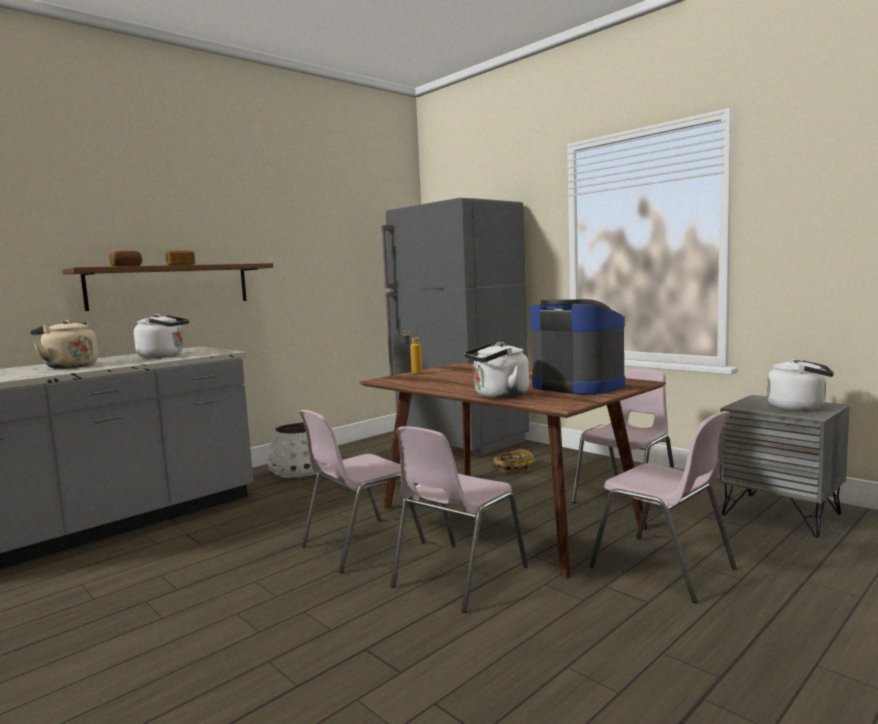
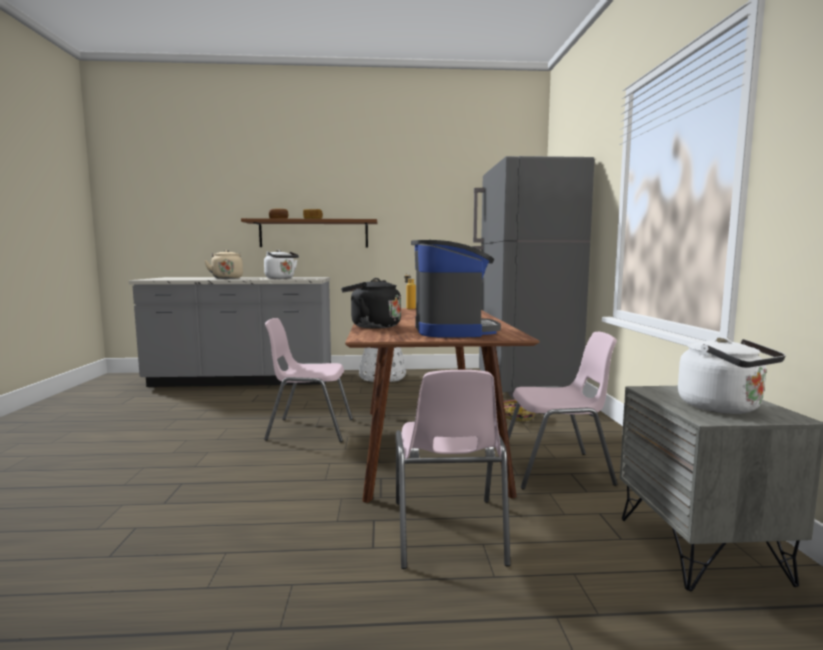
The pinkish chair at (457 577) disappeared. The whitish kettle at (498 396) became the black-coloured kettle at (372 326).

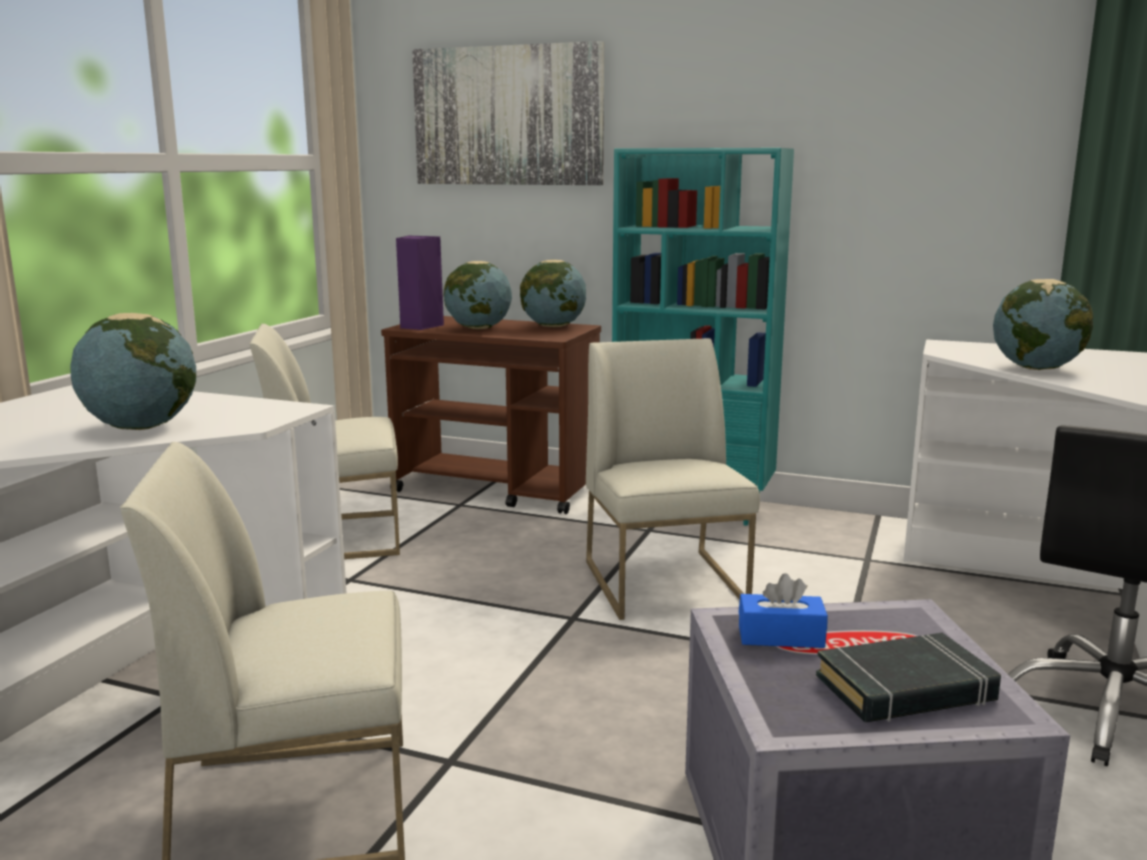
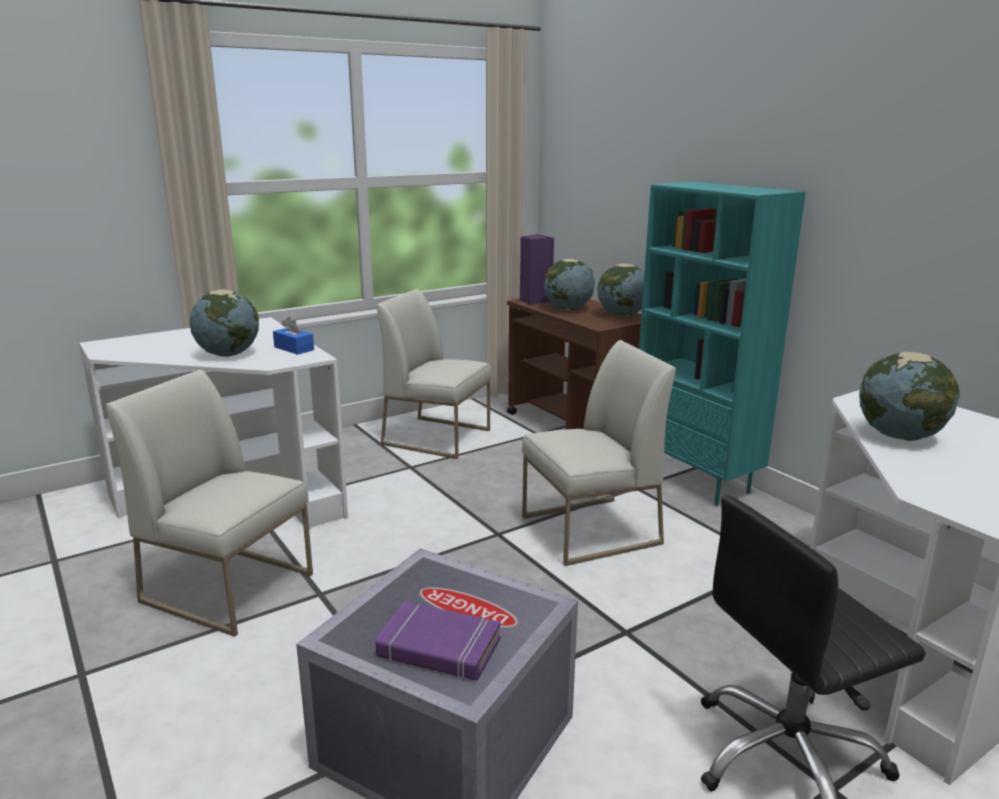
The wall picture at (508 116) disappeared. The bluish tissue box moved from (781 636) to (294 348). The black-coloured book at (906 689) became the purplish book at (438 648). The whitish chair at (666 584) turned 45 degrees clockwise.

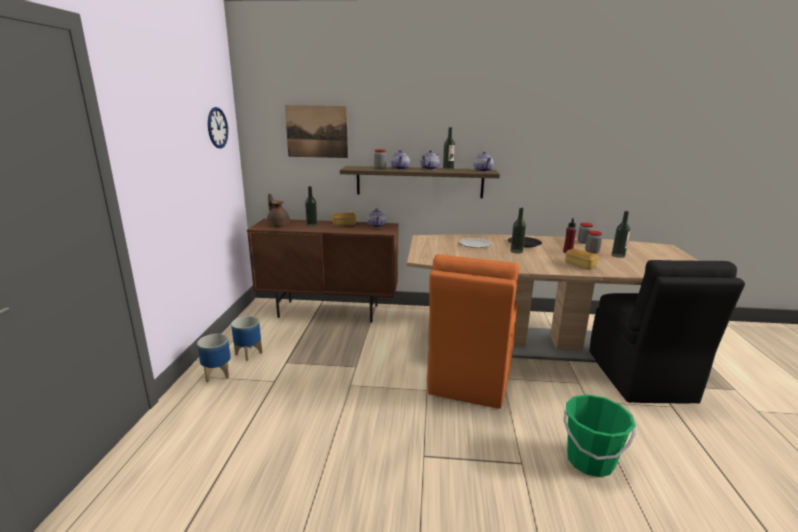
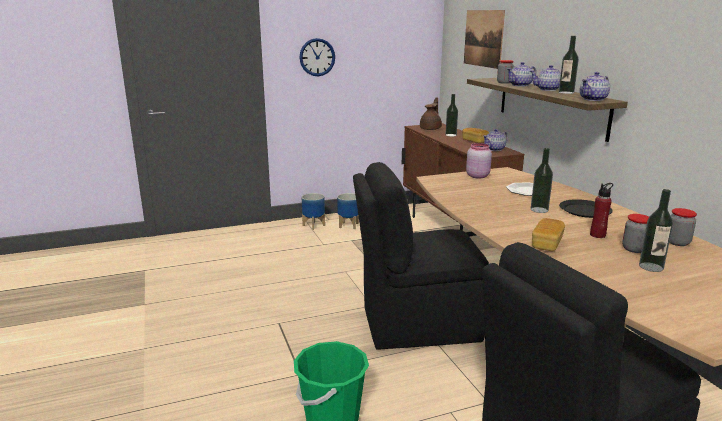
The pinkish jar at (477 176) appeared. The clock on the wall moved from (217 128) to (317 57). The orange chair at (470 377) became the black-coloured chair at (417 324).

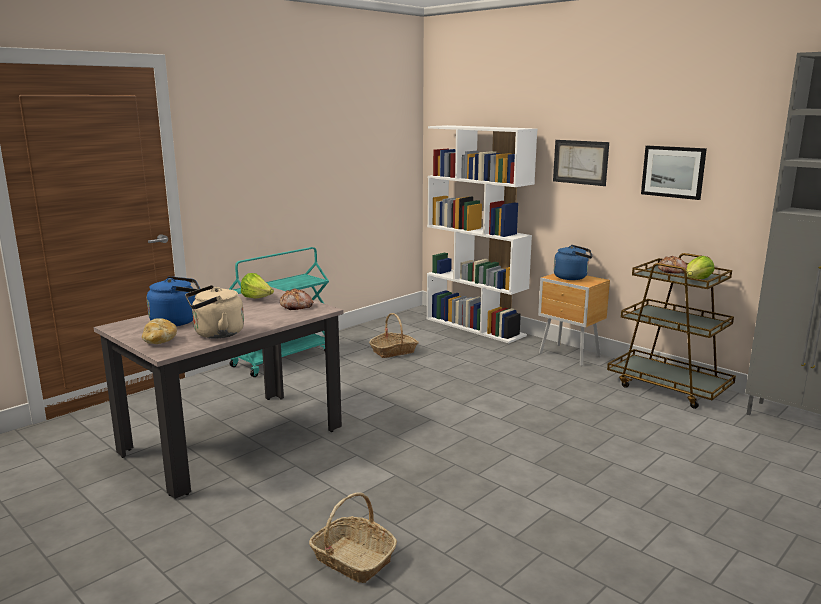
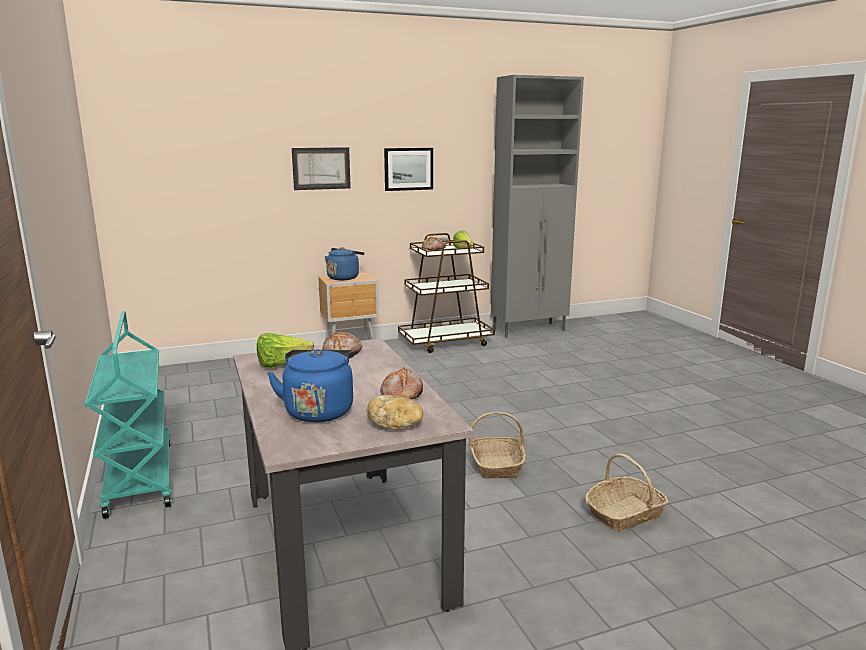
The whitish bookcase at (475 327) disappeared. The storage basket moved from (393 351) to (497 465). The sand-coloured kettle at (216 334) was replaced by the bread at (401 395).

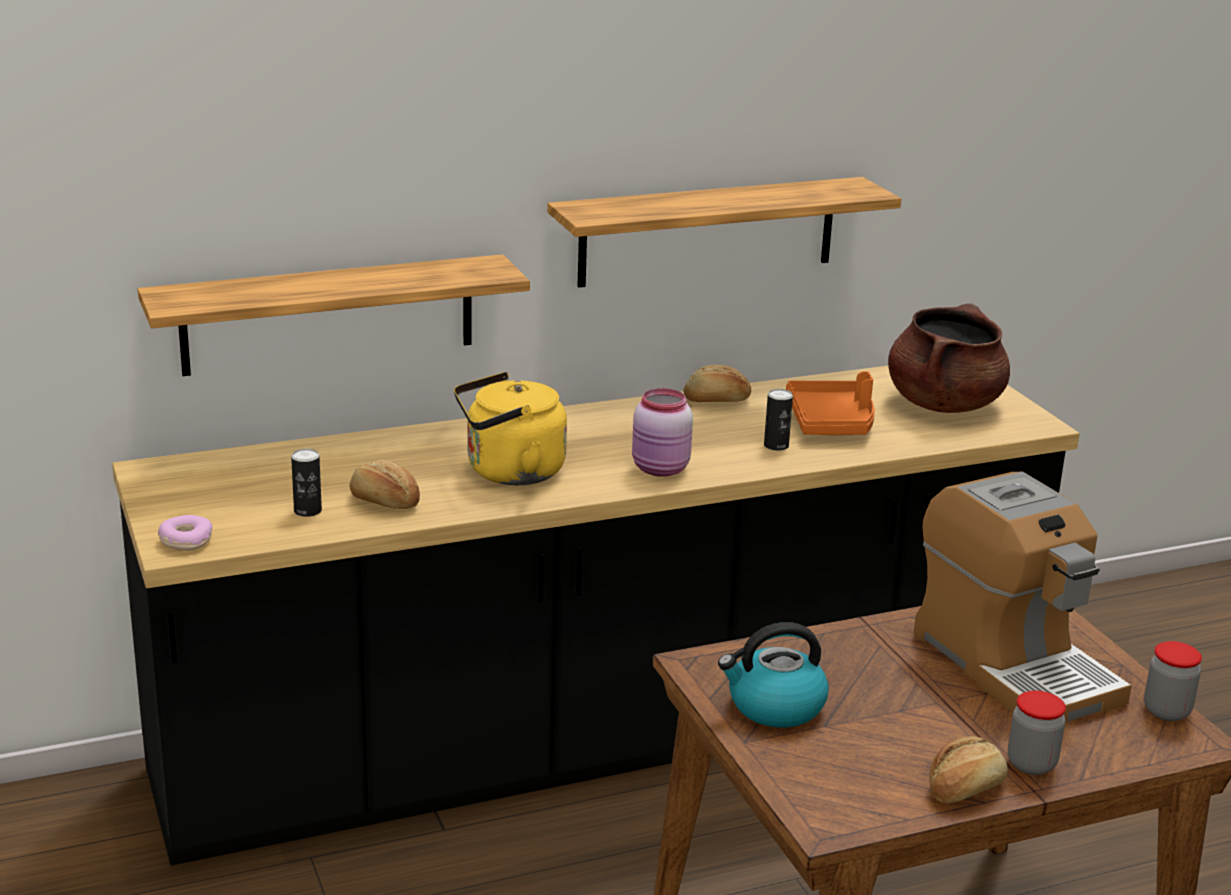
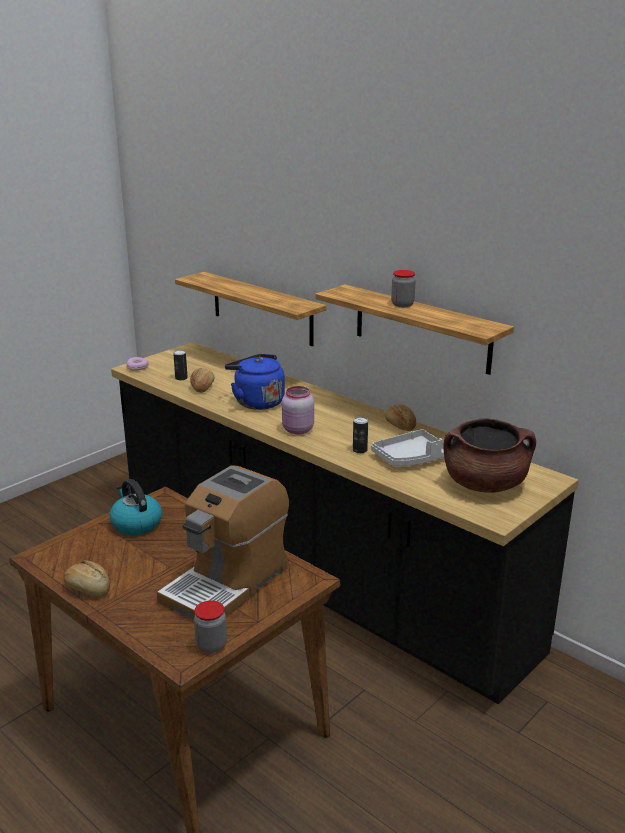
The jar moved from (1031 764) to (402 304). The yellow-coloured kettle at (509 472) became the bluish kettle at (257 402). The orange serving tray at (831 422) became the gray serving tray at (411 458).

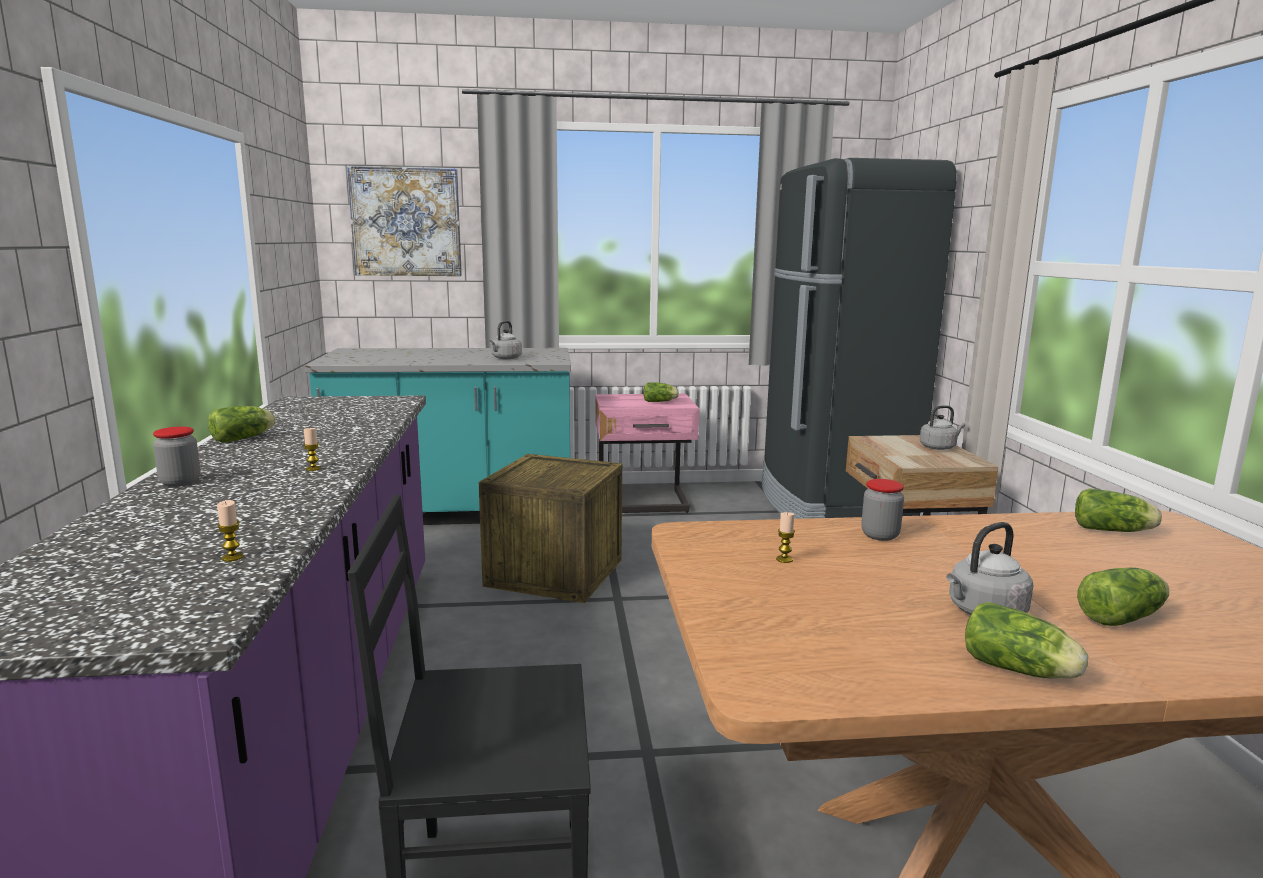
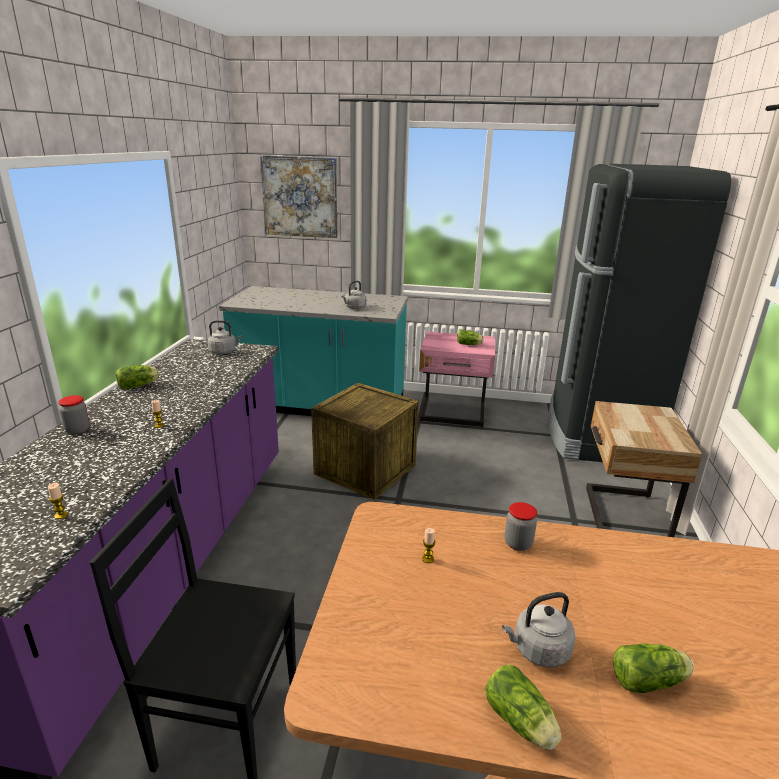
The head of lettuce at (1114 531) disappeared. The gray kettle moved from (939 447) to (224 351).

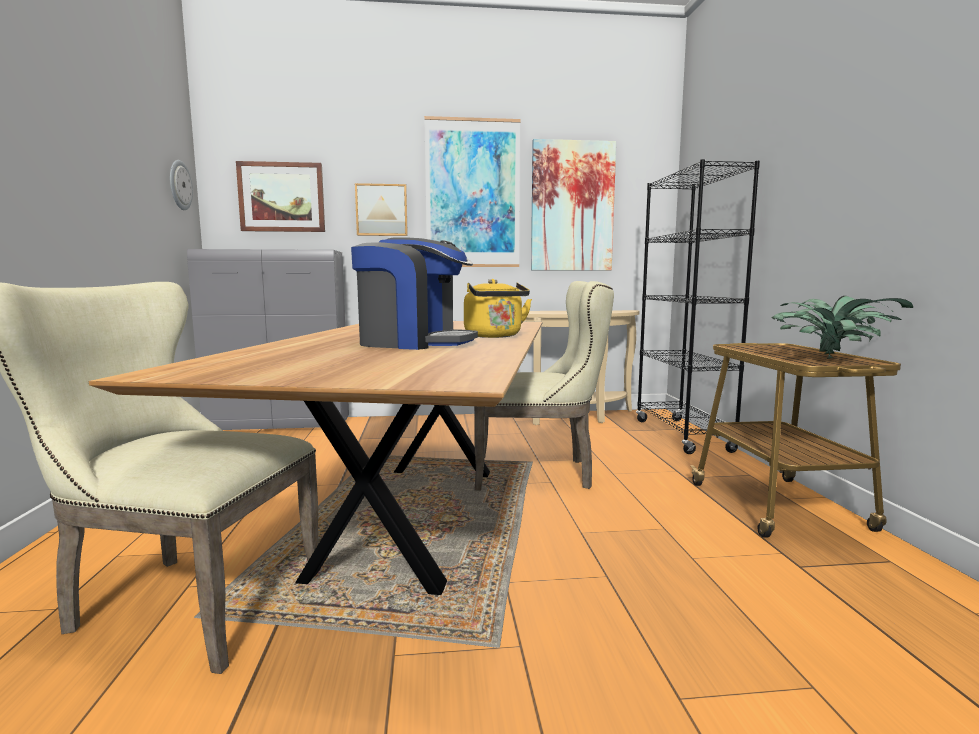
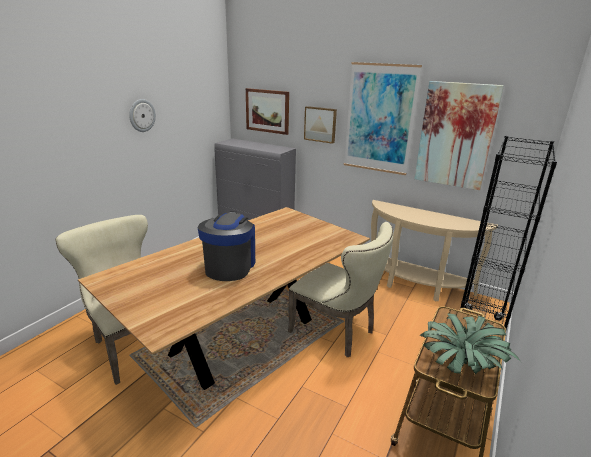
The yellow-coloured kettle at (495 336) disappeared. The clock on the wall moved from (179 185) to (142 115). The coffee machine at (414 343) turned 135 degrees counterclockwise.

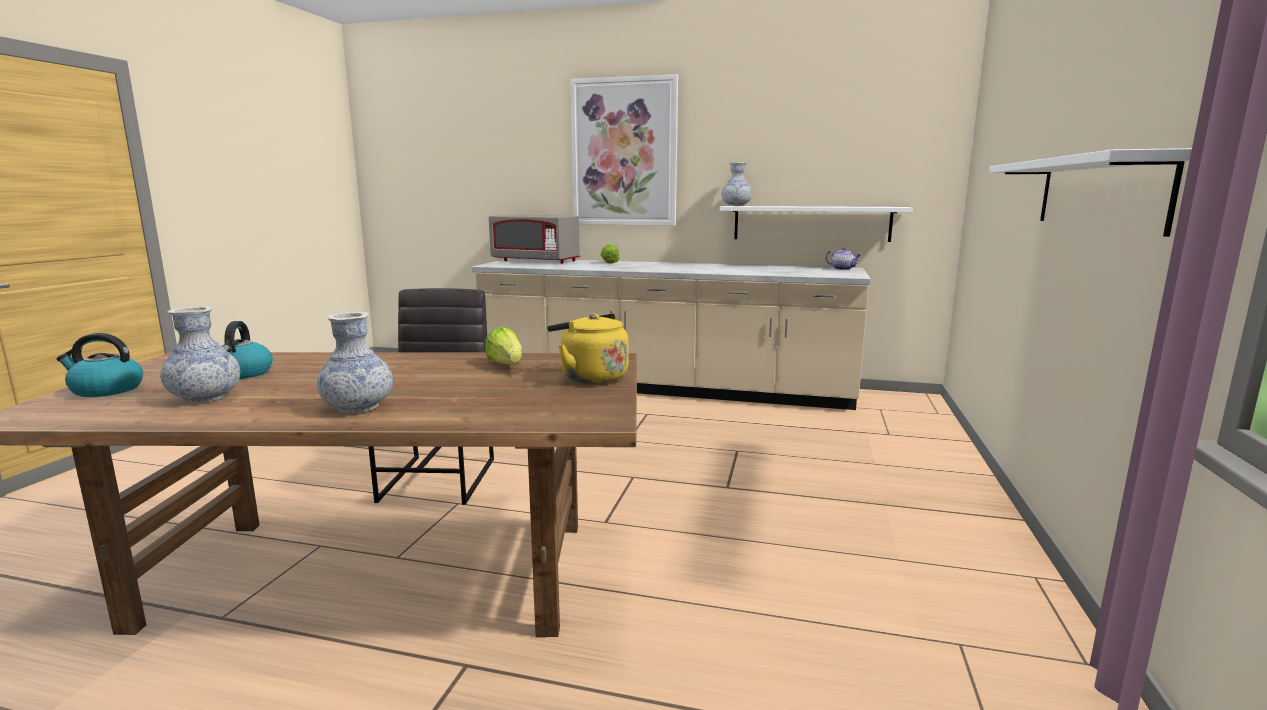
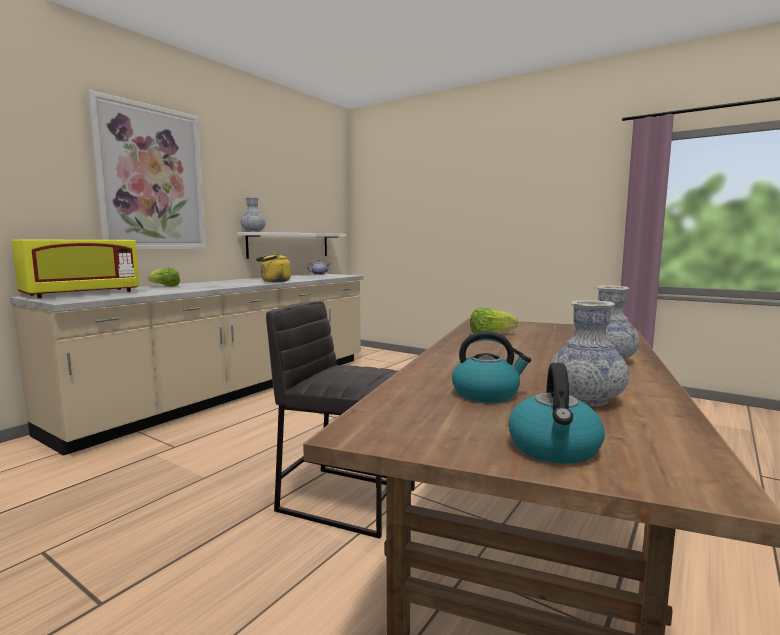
The whitish bracket shelf at (1097 193) disappeared. The yellow-coloured kettle moved from (590 377) to (274 281). The gray microwave at (536 261) became the yellow-coloured microwave at (81 293).

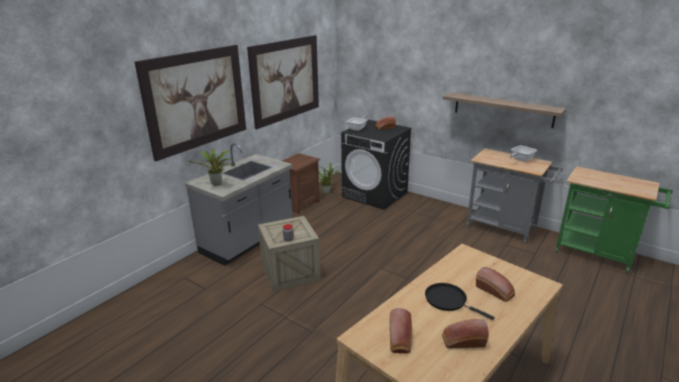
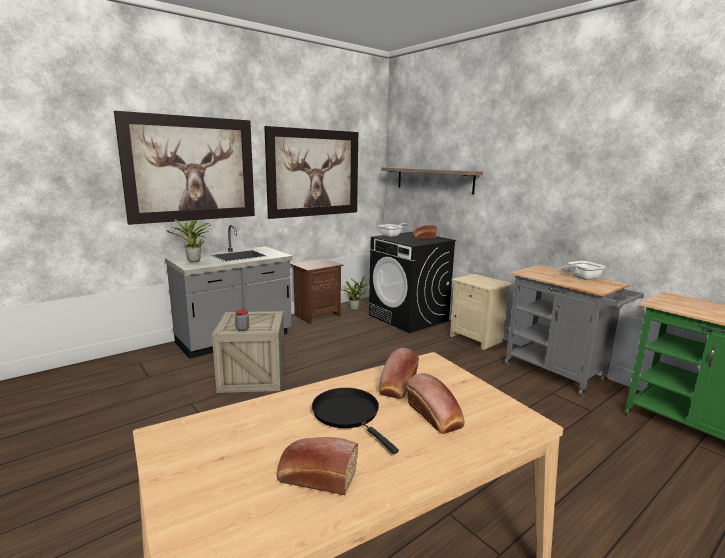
The sand-coloured night table at (477 339) appeared. The bread moved from (400 339) to (397 386). The bracket shelf moved from (503 109) to (433 179).

